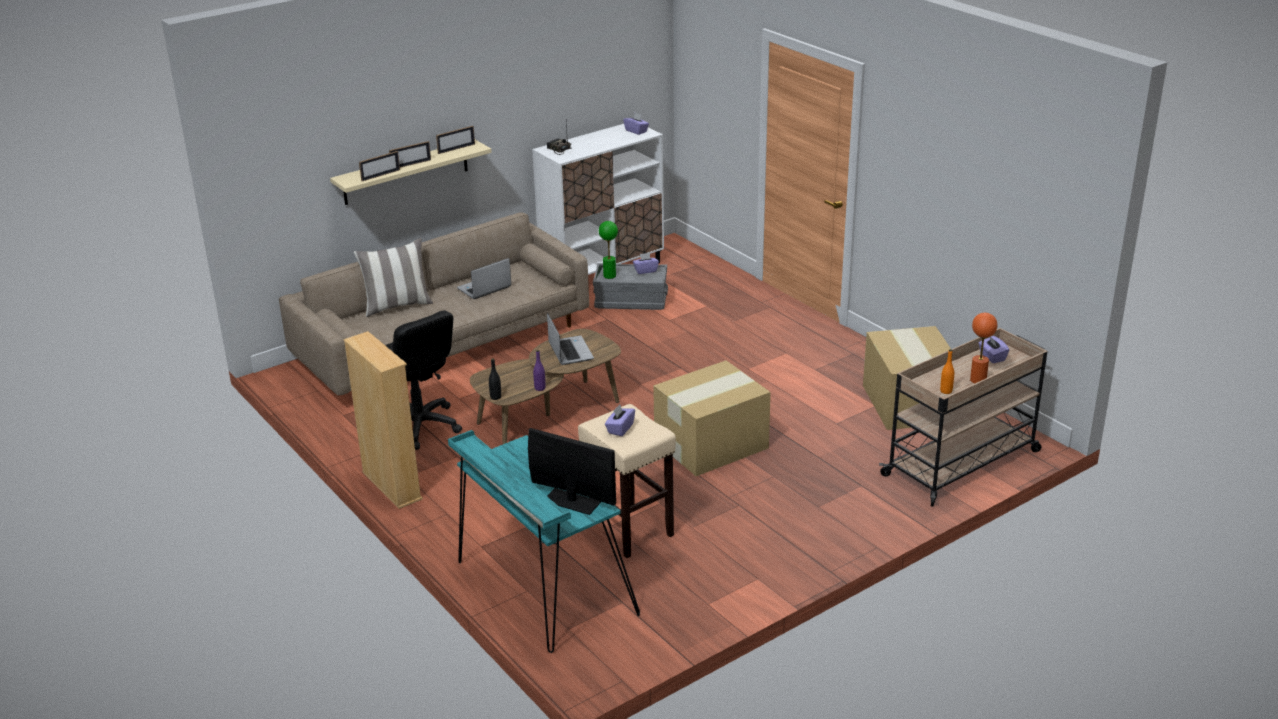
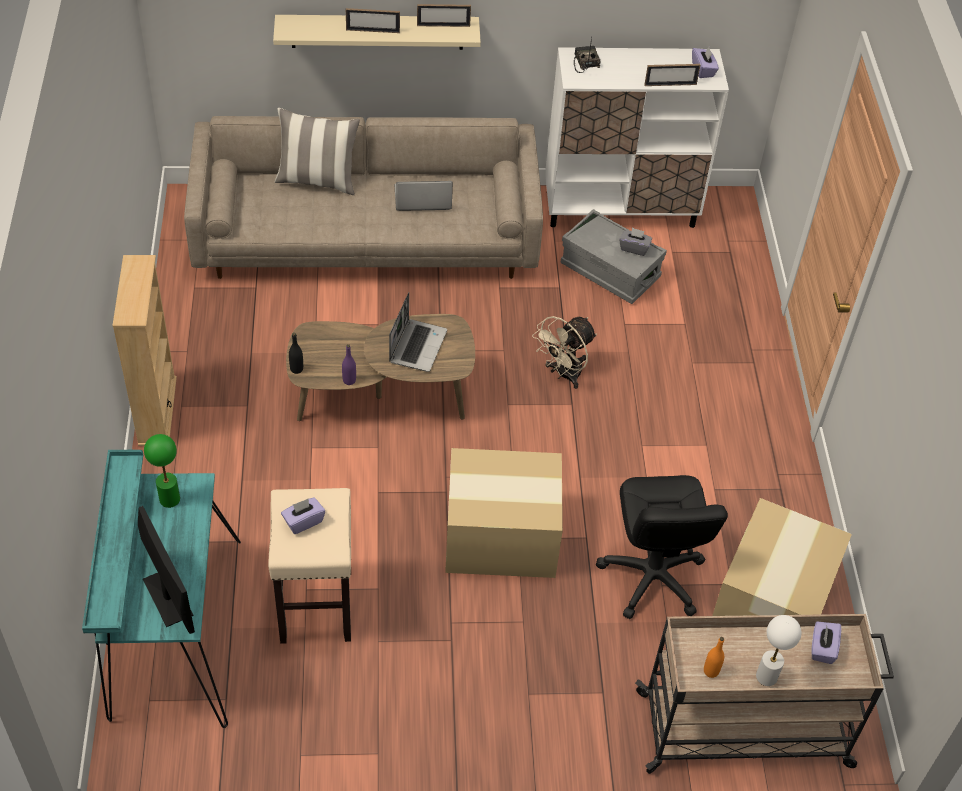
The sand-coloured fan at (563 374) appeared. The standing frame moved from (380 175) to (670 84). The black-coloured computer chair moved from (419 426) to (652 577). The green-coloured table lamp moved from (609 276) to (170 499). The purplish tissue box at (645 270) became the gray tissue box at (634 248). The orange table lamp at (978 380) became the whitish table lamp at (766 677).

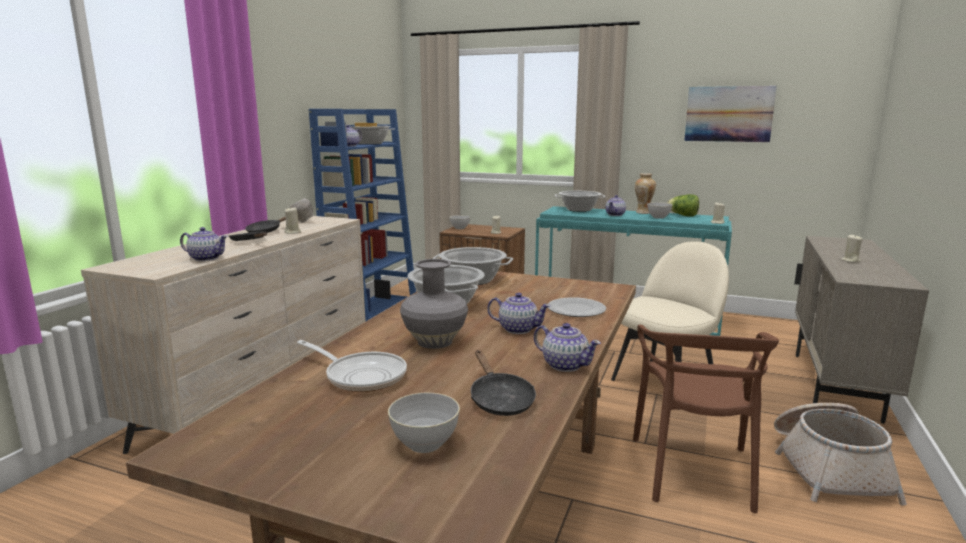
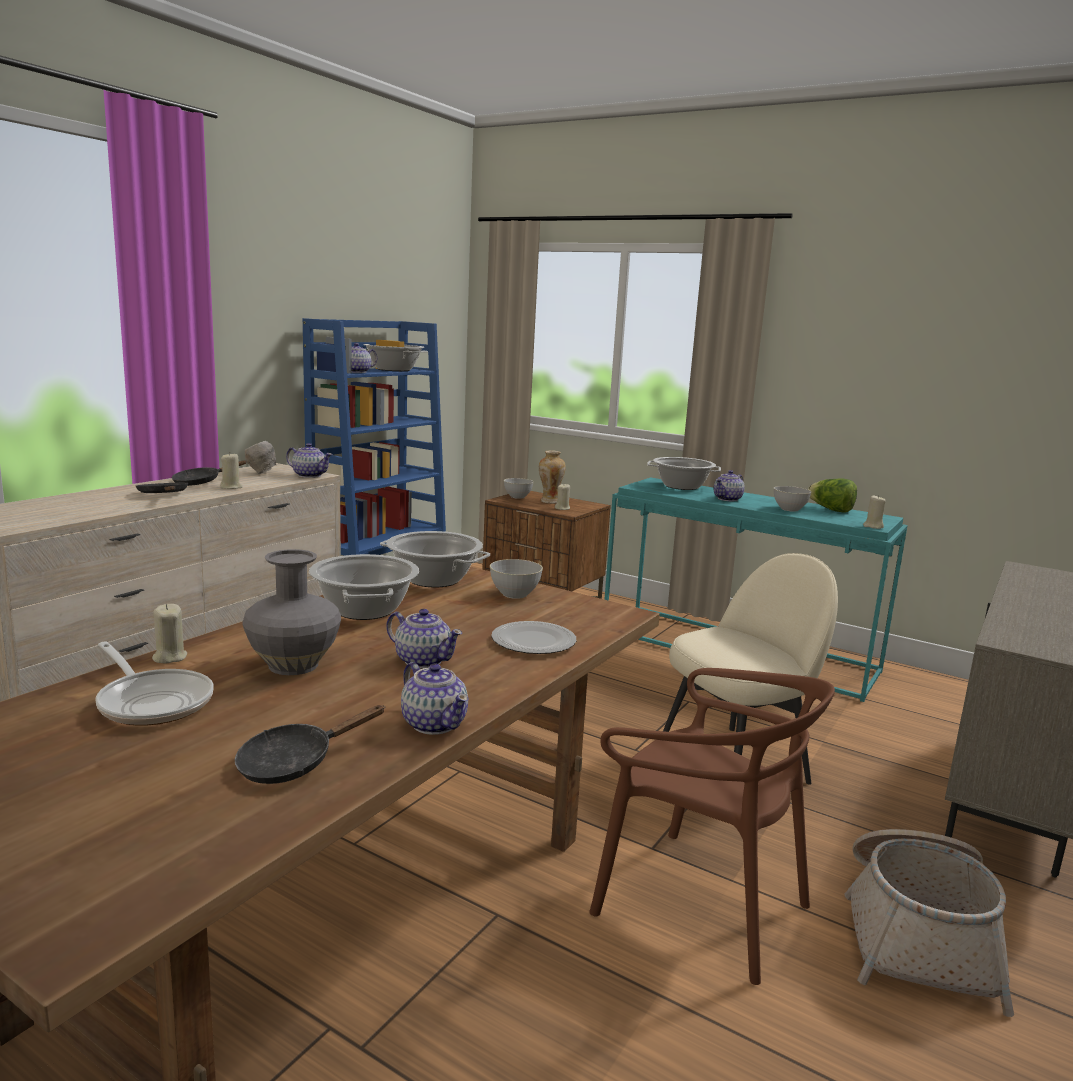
The wall picture at (728 114) disappeared. The teapot moved from (206 258) to (309 475). The gray serving bowl moved from (424 444) to (514 594). The flower vase moved from (643 212) to (549 501). The sand-coloured wax light moved from (850 261) to (169 657). The black-coloured skillet at (499 400) turned 60 degrees clockwise. The brown-coloured chair at (694 471) turned 75 degrees counterclockwise.

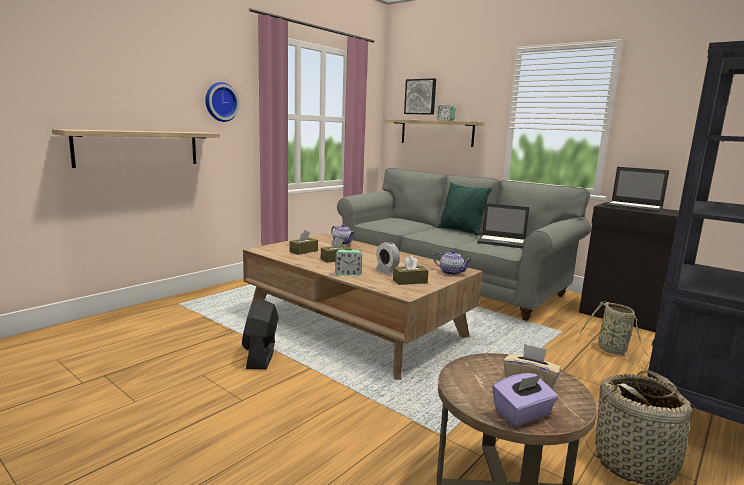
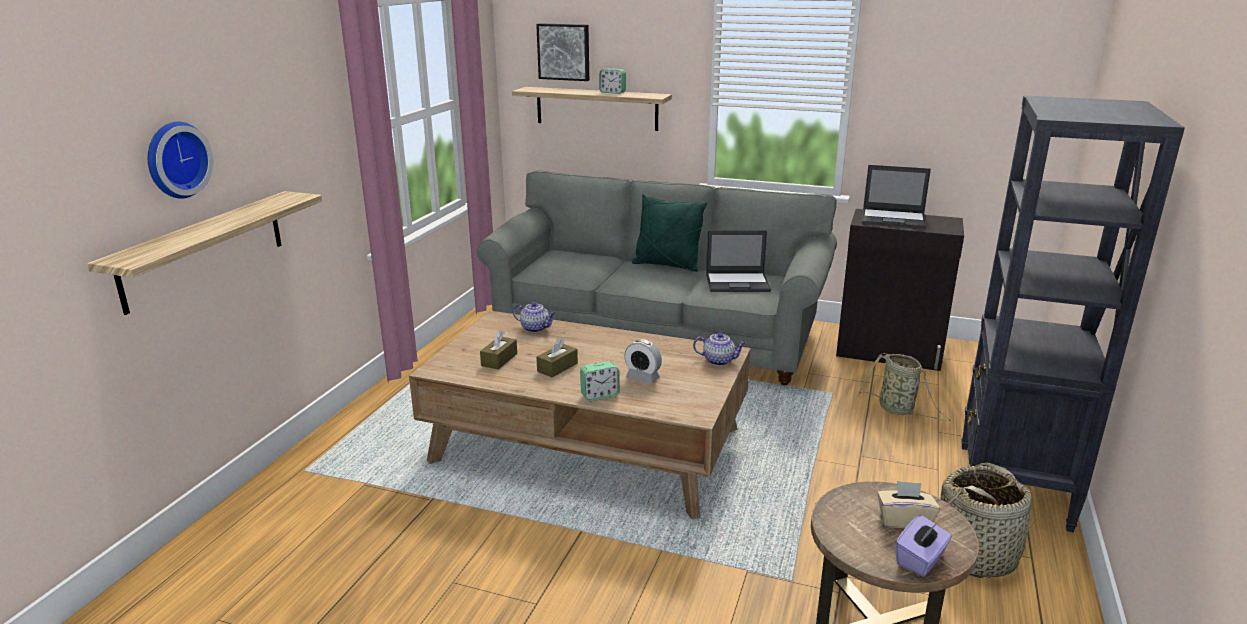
The black-coloured fan at (261 356) disappeared. The brown-coloured tissue box at (410 281) disappeared. The clock on the wall moved from (220 102) to (175 159).

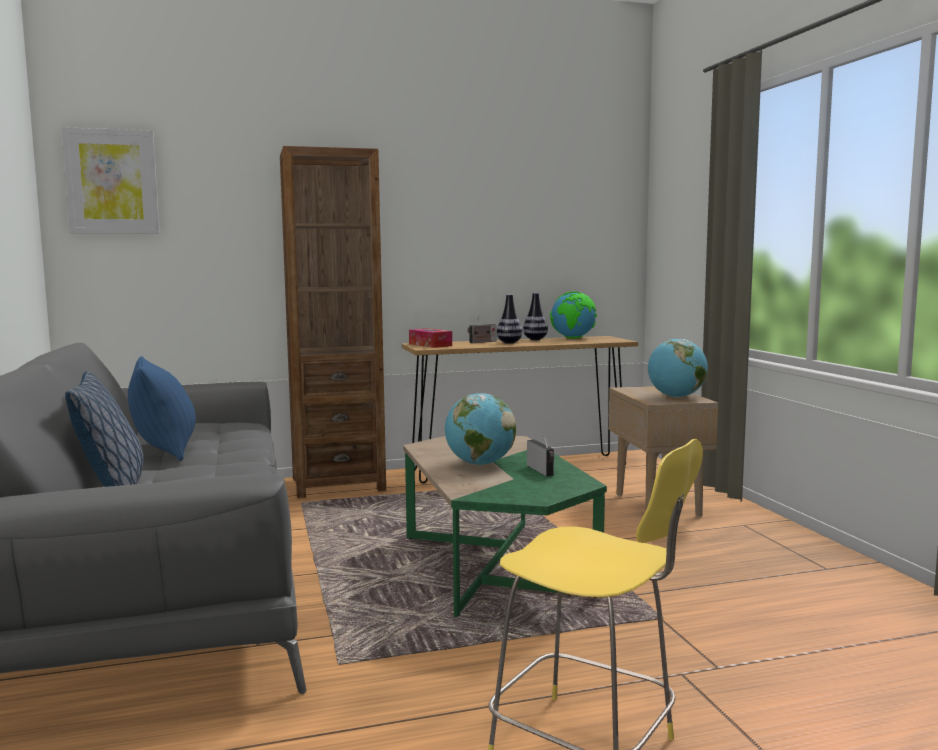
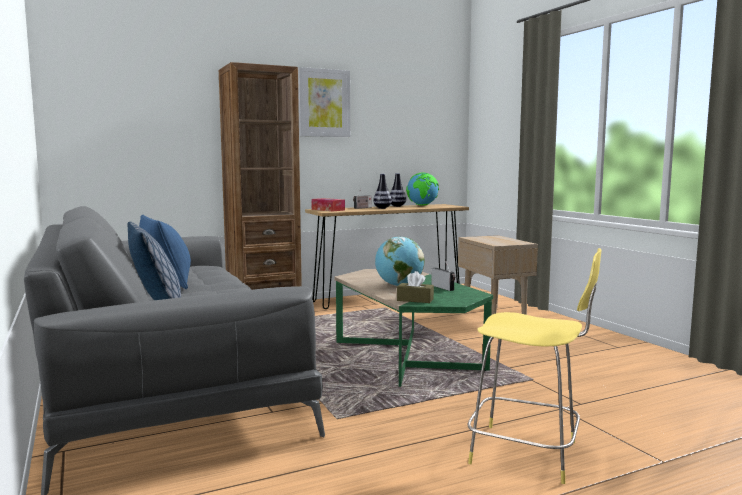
The globe at (676 397) disappeared. The brown-coloured tissue box at (415 300) appeared. The wall picture moved from (112 182) to (324 103).

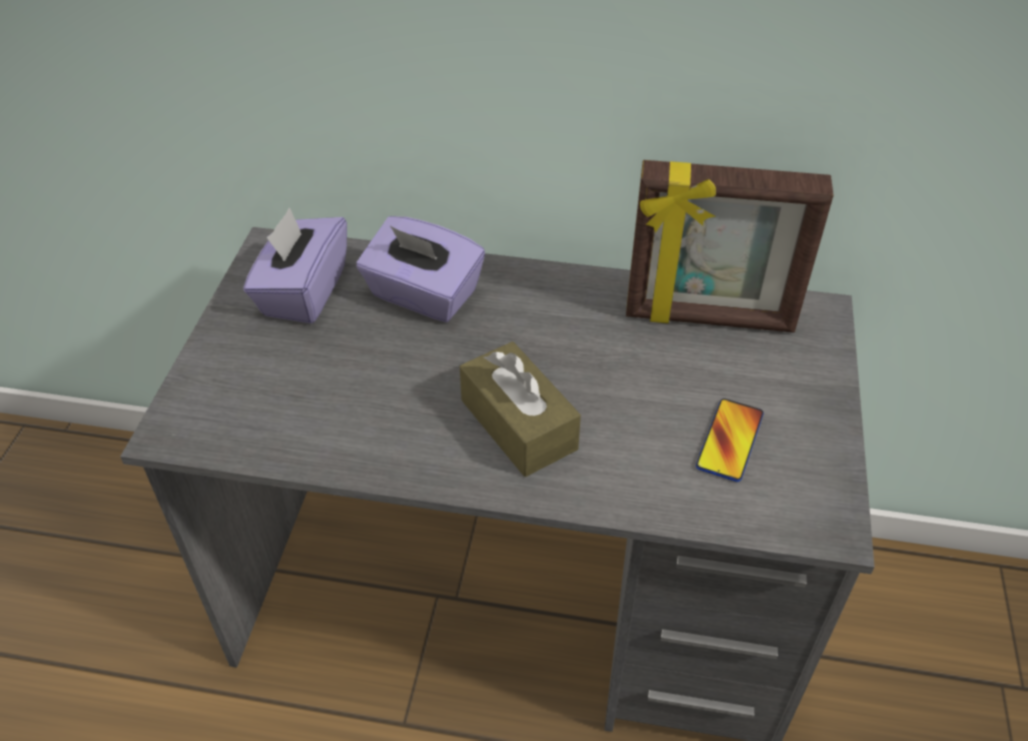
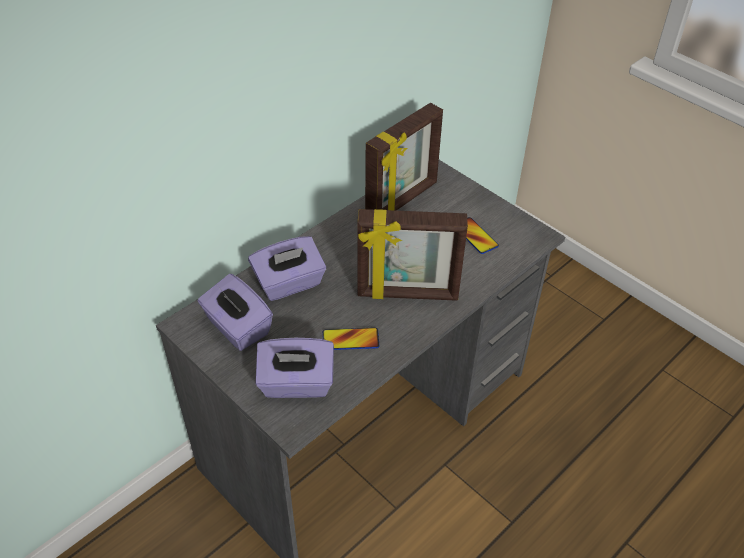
The purplish tissue box at (296 384) appeared. The handset at (350 340) appeared. The brown-coloured tissue box at (518 424) was replaced by the standing frame at (407 294).

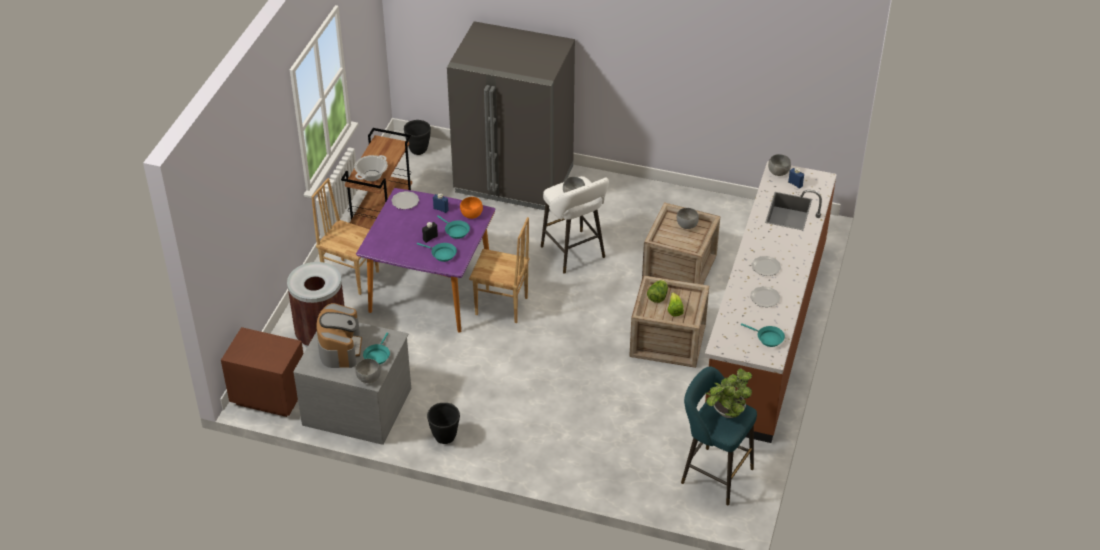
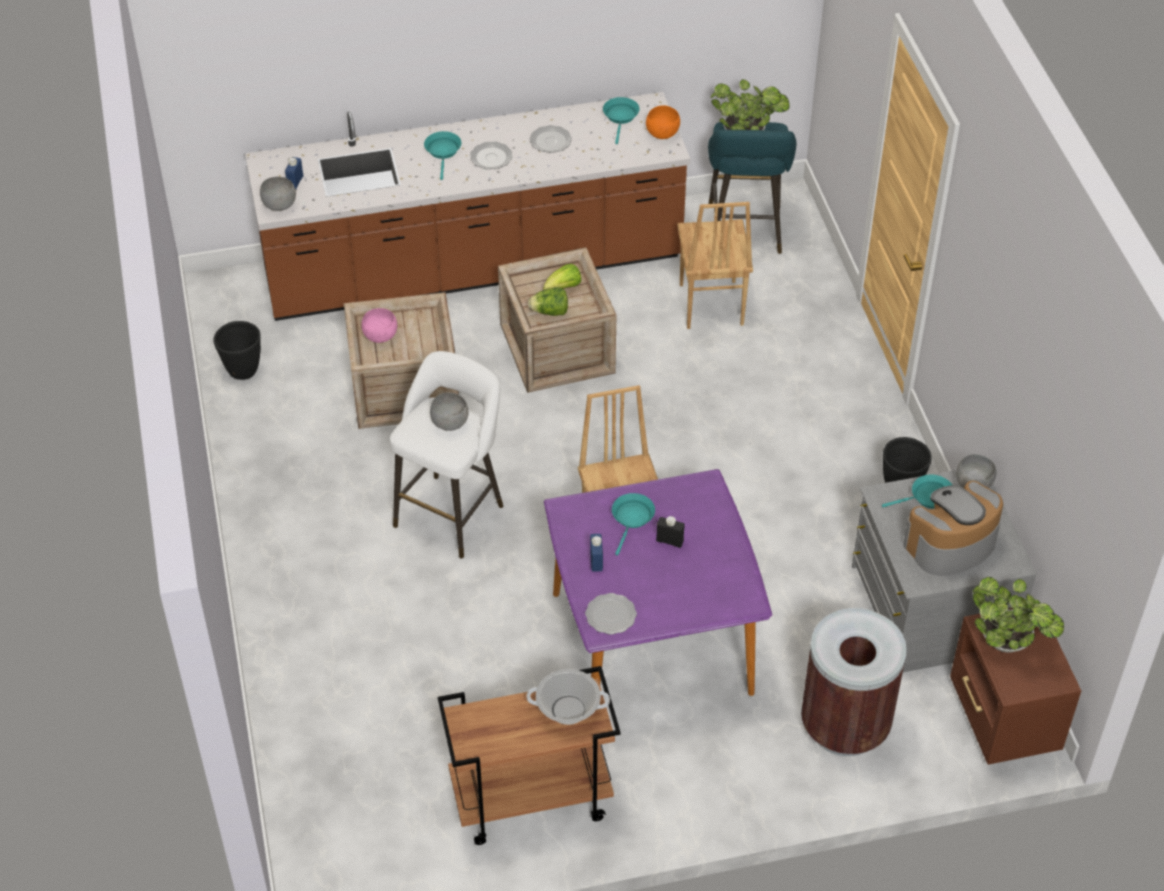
The gray kitchen fridge at (514 180) disappeared. The potted plant at (1008 643) appeared. The brown-coloured chair moved from (351 276) to (710 305). The black-coloured planter moved from (418 150) to (242 371). The turquoise skillet moved from (441 254) to (443 152). The orange serving bowl moved from (471 215) to (663 134). The gray serving bowl at (686 225) became the pinkish serving bowl at (380 337).

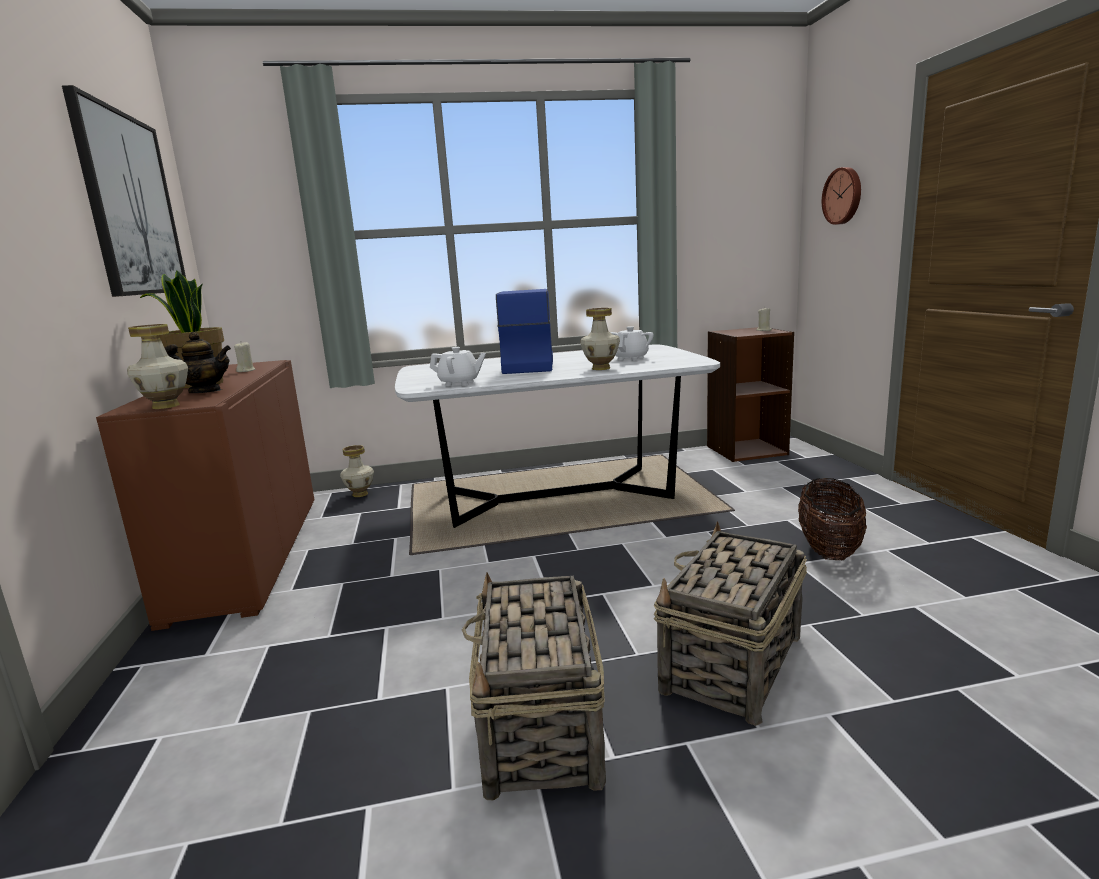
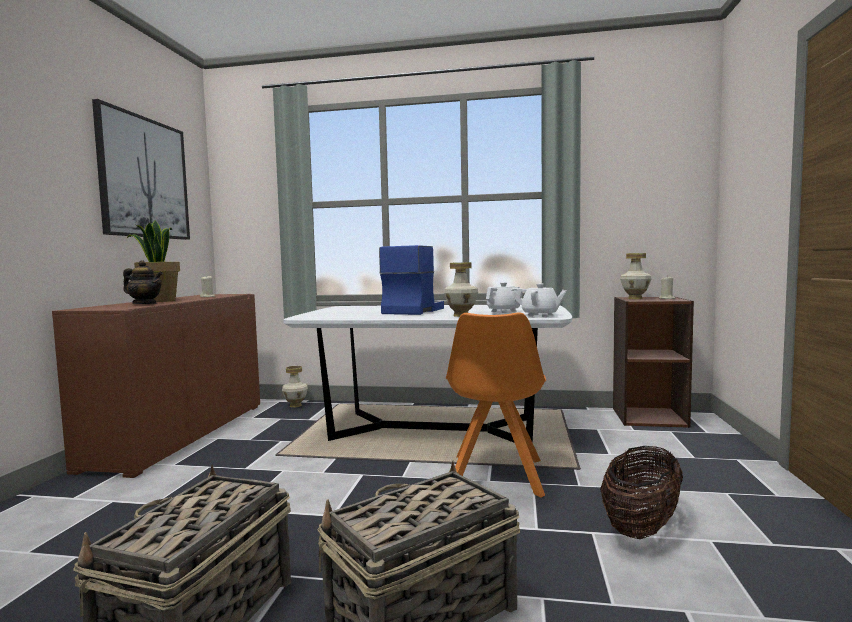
The clock on the wall at (843 196) disappeared. The orange chair at (496 477) appeared. The flower vase moved from (165 406) to (634 298). The whitish teapot moved from (459 383) to (540 315).

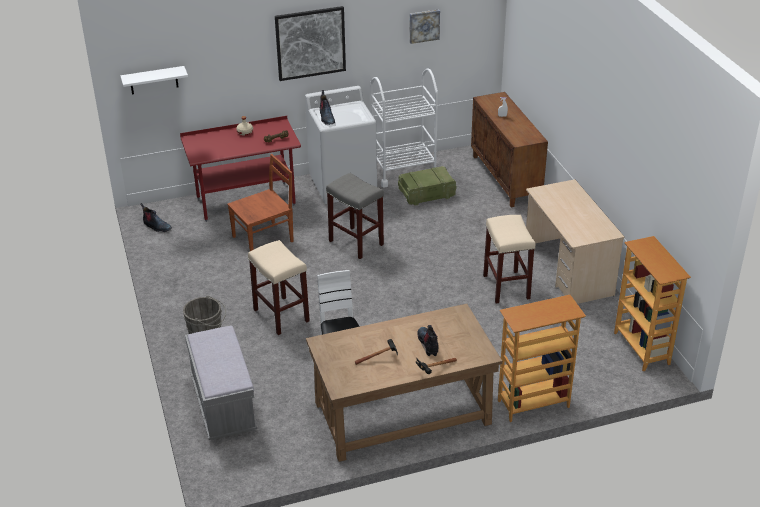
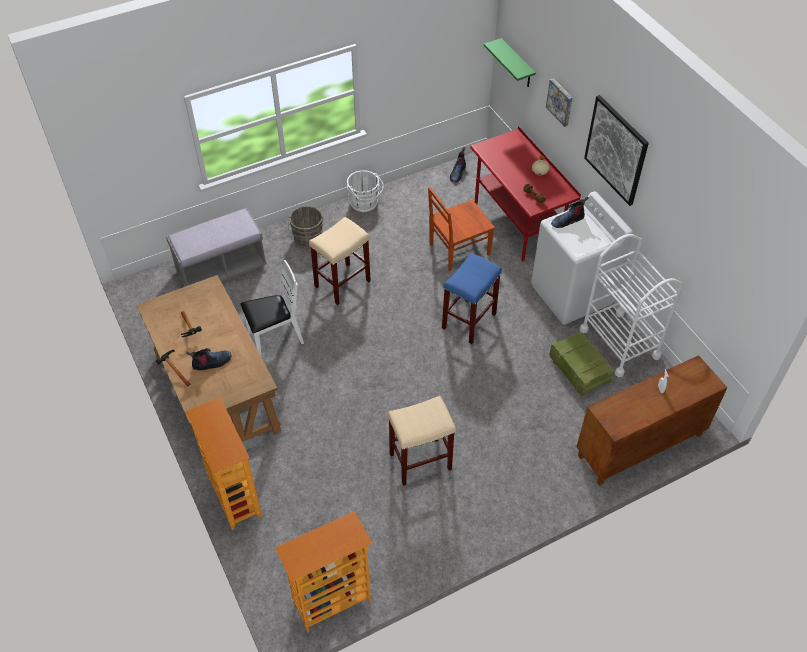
The sand-coloured desk unit at (568 270) disappeared. The whitish bucket at (365 204) appeared. The wall picture moved from (424 25) to (560 102). The whitish bracket shelf at (153 80) became the green-coloured bracket shelf at (517 64). The gray sitting stool at (357 243) became the bluish sitting stool at (469 321). The brown-coloured chair at (264 238) turned 105 degrees clockwise.

